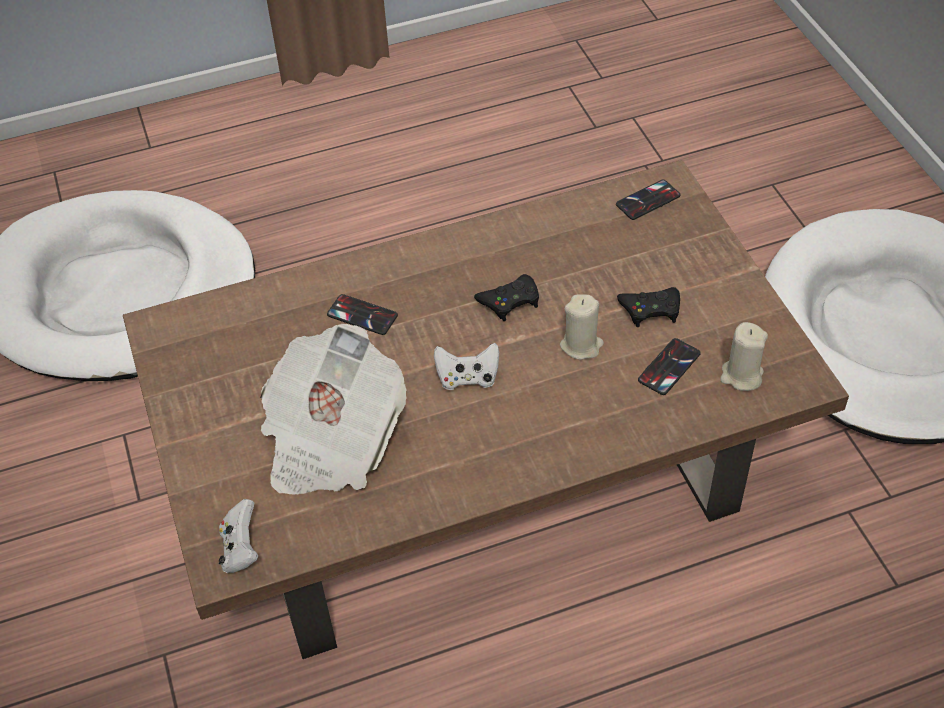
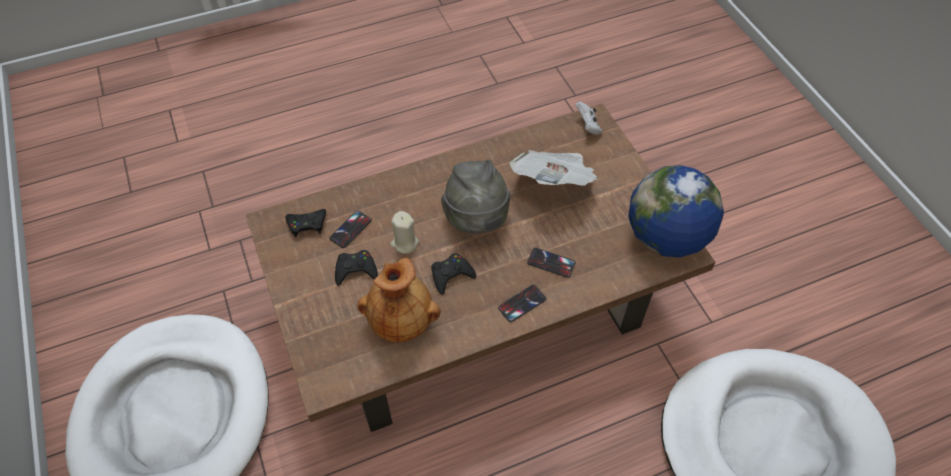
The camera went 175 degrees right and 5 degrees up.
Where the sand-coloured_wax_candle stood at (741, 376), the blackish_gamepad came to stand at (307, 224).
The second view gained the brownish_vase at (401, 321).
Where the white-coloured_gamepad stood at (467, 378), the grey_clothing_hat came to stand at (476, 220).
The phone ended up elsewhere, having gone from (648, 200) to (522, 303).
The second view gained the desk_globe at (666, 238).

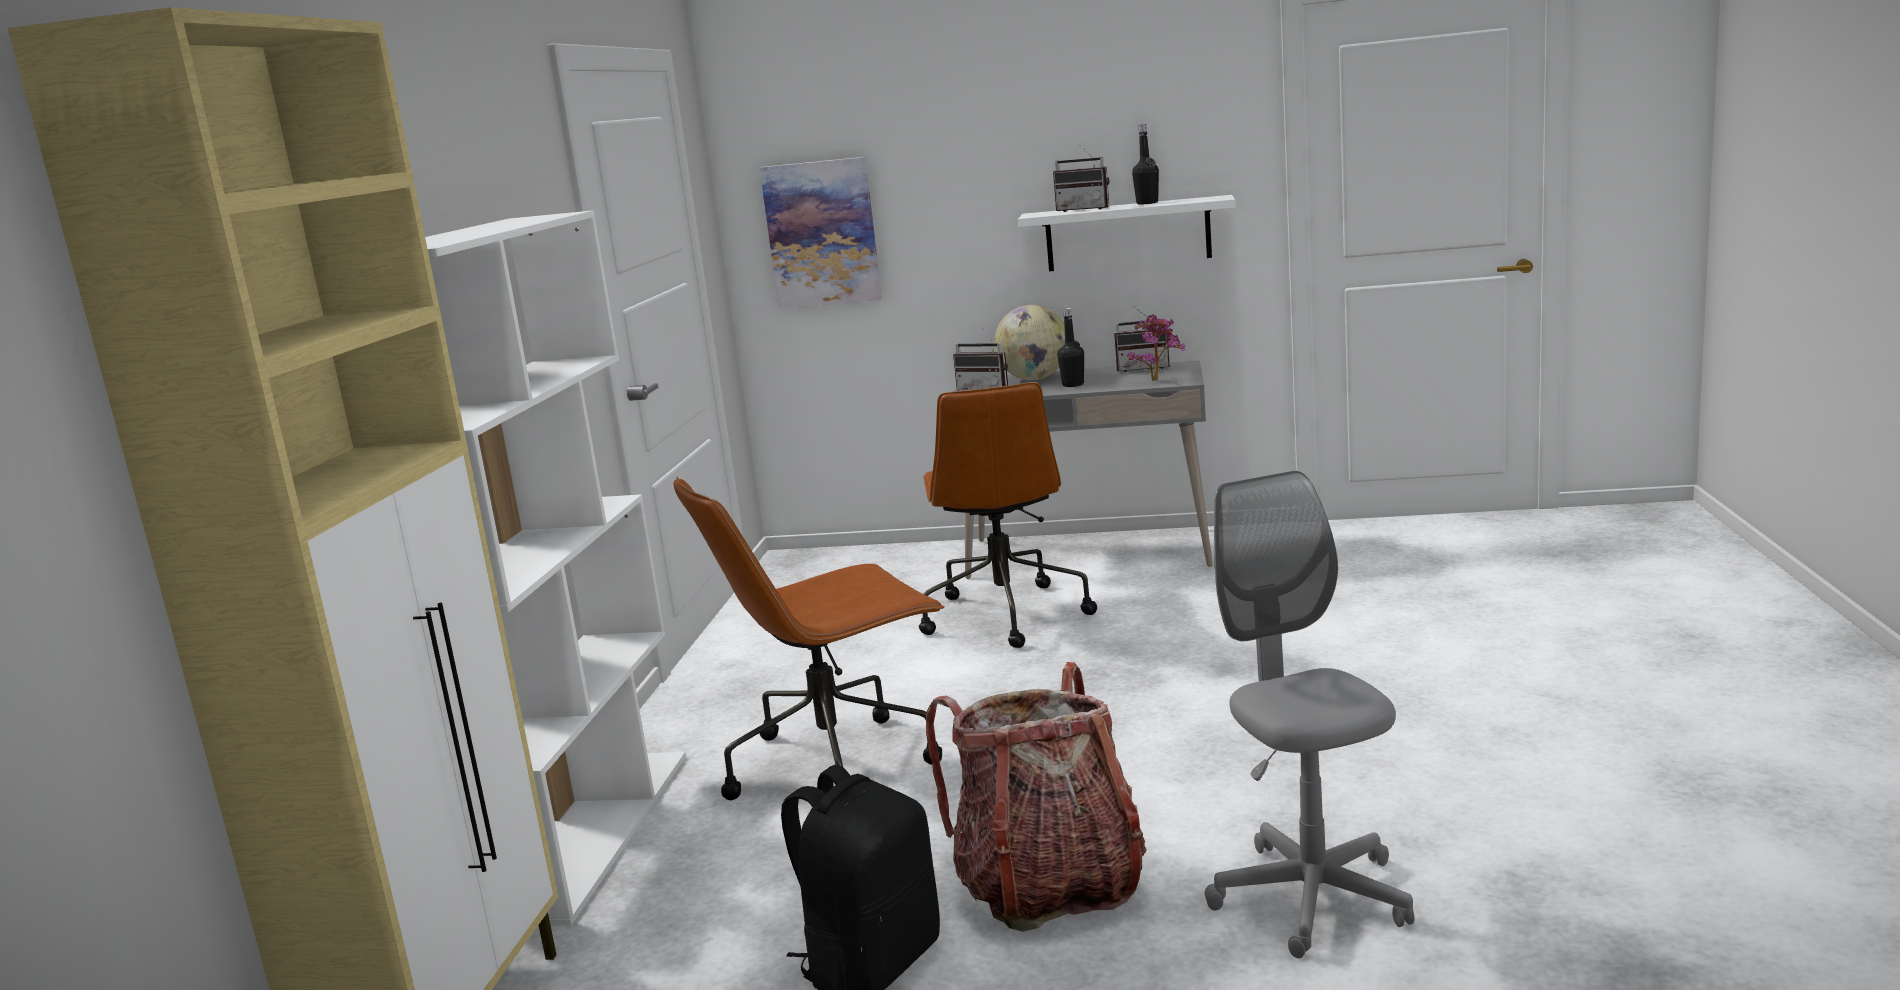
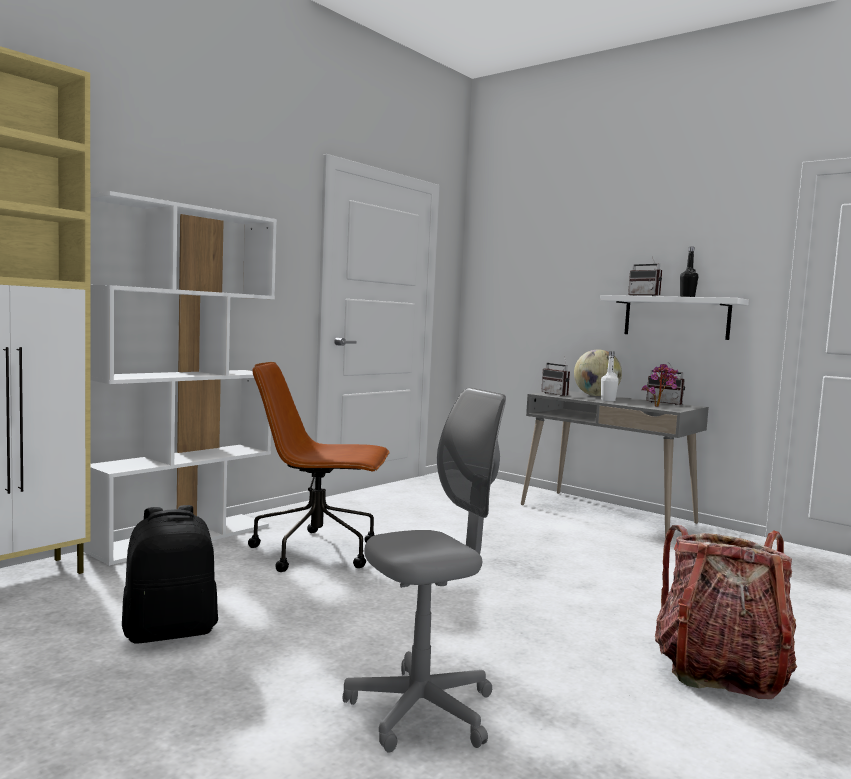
The camera went 30 degrees right and 10 degrees down.
The grey_desk_chair at (1311, 897) ended up facing another way, 45 degrees clockwise from before.
What was the blackish_beverage_bottle at (1073, 385) turned into the white-coloured_beverage_bottle at (608, 400).
The backpack ended up elsewhere, having gone from (1048, 885) to (719, 671).
The second view lost the picture at (822, 233).
The second view lost the brownish_desk_chair at (1004, 615).

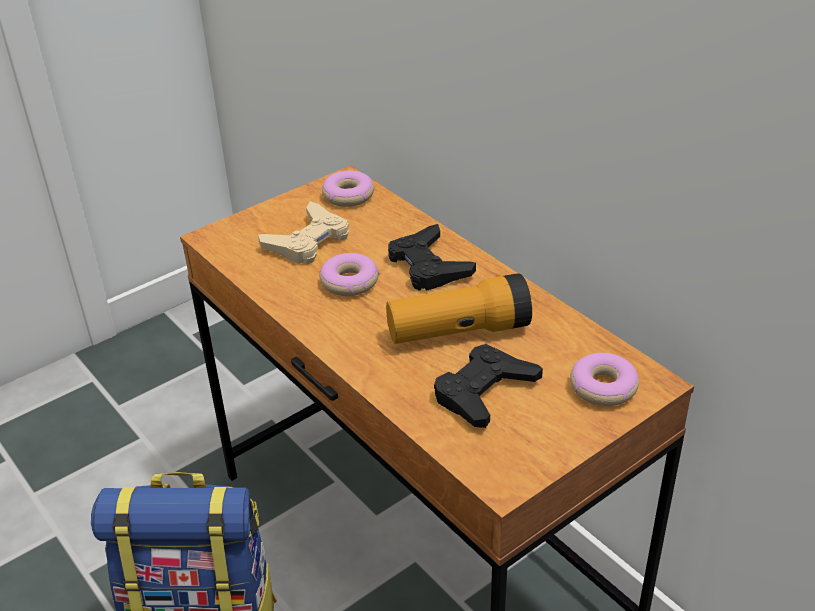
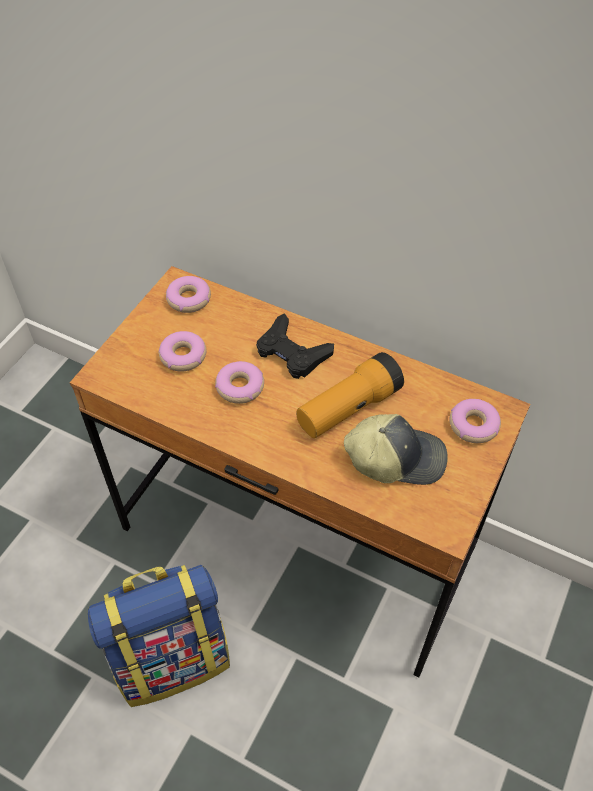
The camera went 25 degrees left and 15 degrees up.
Where the sand-coloured_gamepad stood at (308, 241), the ring_doughnut came to stand at (183, 356).
Where the blackish_gamepad stood at (484, 392), the baseball_cap came to stand at (395, 457).

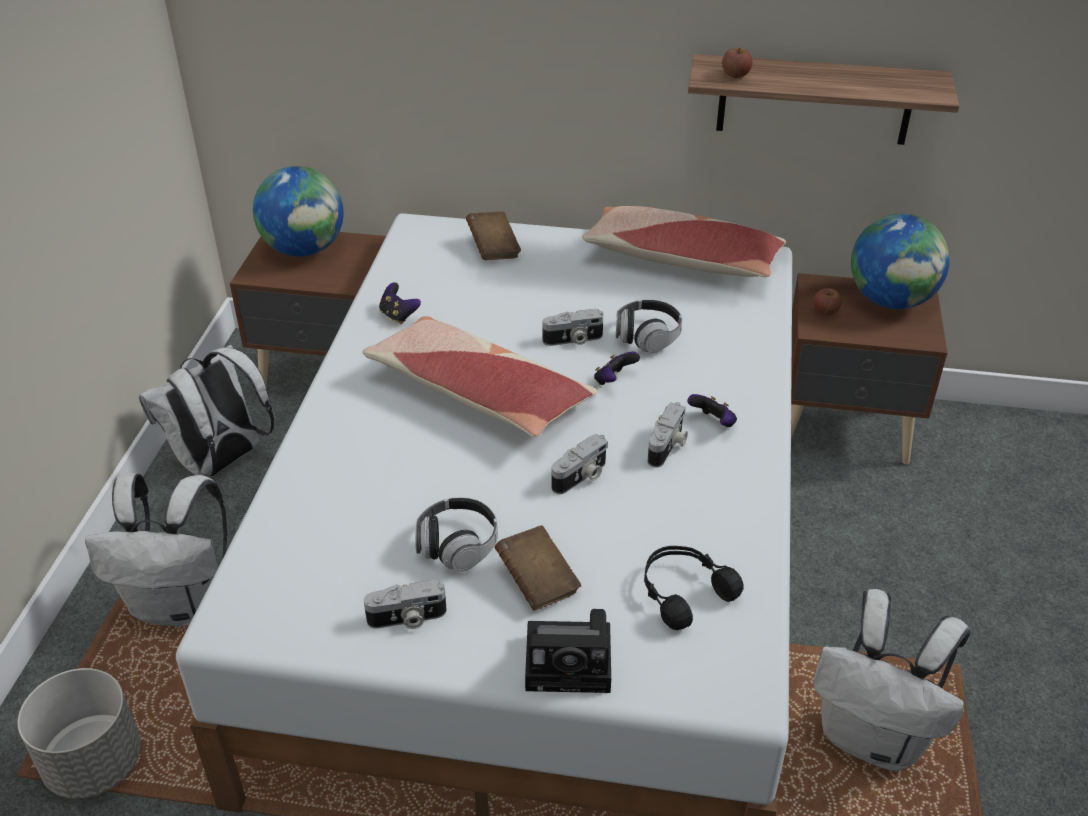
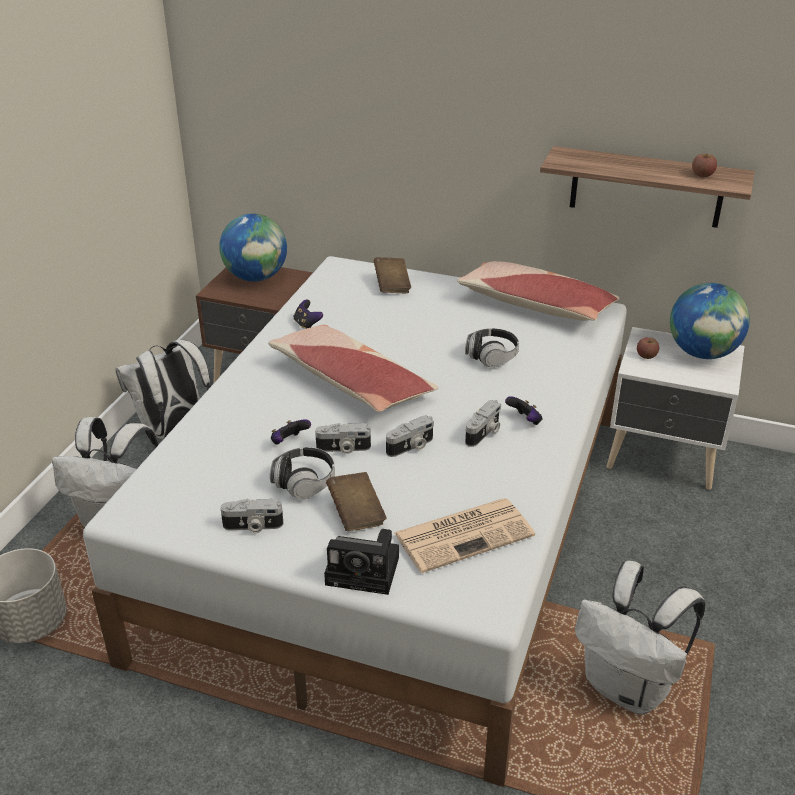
The camera went 10 degrees right and 5 degrees down.
The gamepad ended up elsewhere, having gone from (614, 380) to (289, 442).
The photo_camera ended up elsewhere, having gone from (573, 340) to (343, 449).
Where the blackish_headset stood at (683, 592), the daily_paper came to stand at (465, 534).
What was the brownish_night_table at (845, 430) turned into the white-coloured_night_table at (664, 459).
The whole_apple ended up elsewhere, having gone from (735, 74) to (702, 175).

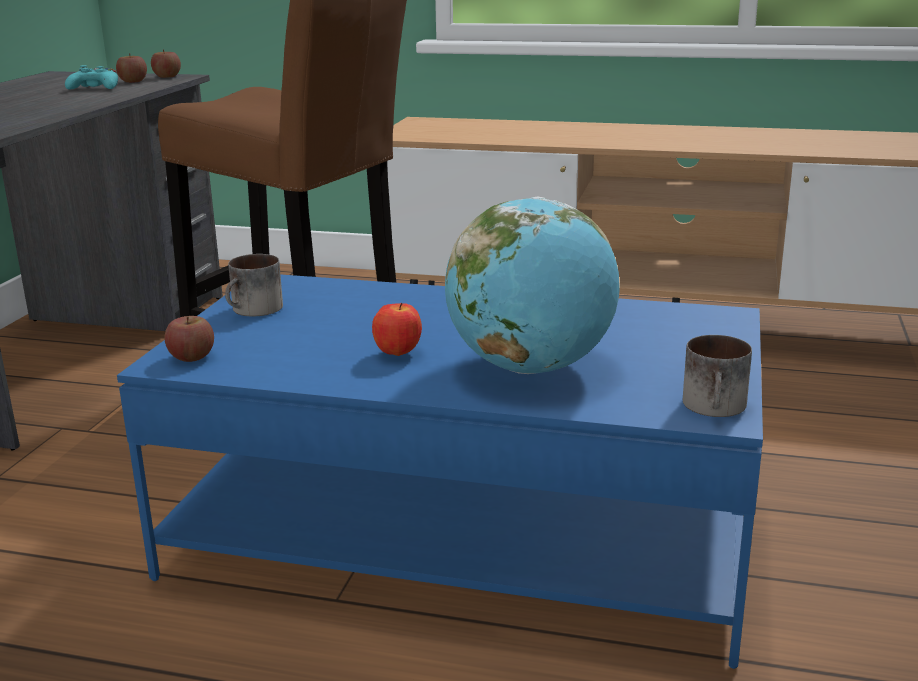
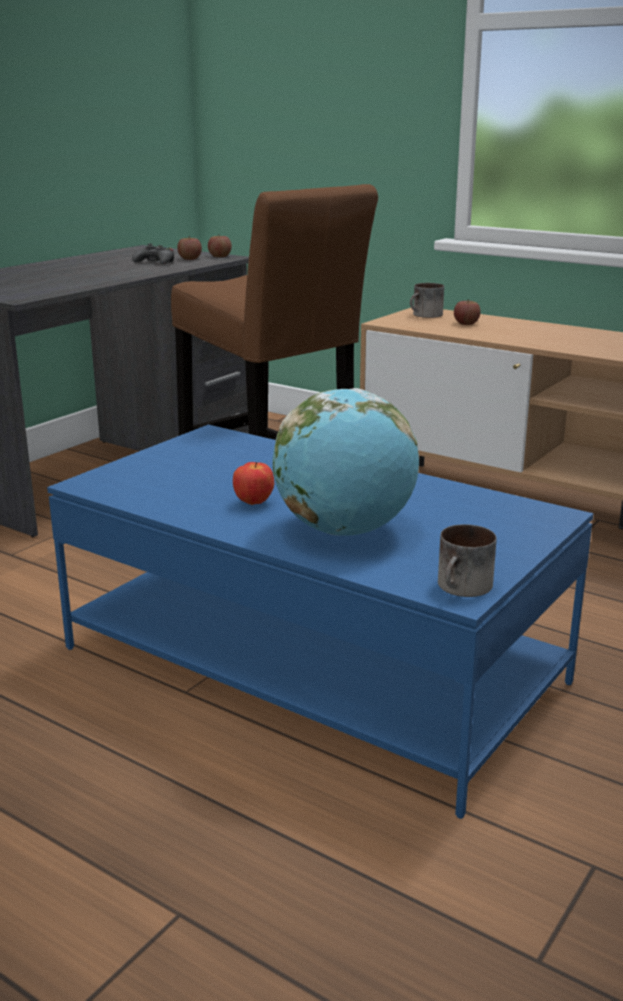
The camera went 20 degrees right and 0 degrees up.
What was the turquoise_gamepad at (95, 88) turned into the blackish_gamepad at (155, 262).
The tea_mug ended up elsewhere, having gone from (254, 310) to (425, 315).
The whole_apple ended up elsewhere, having gone from (191, 357) to (466, 323).

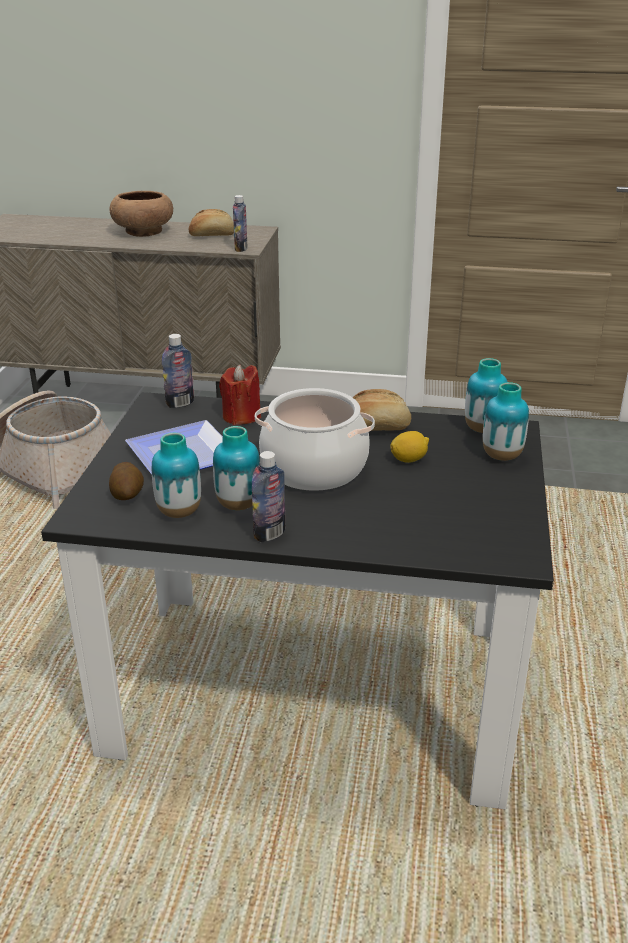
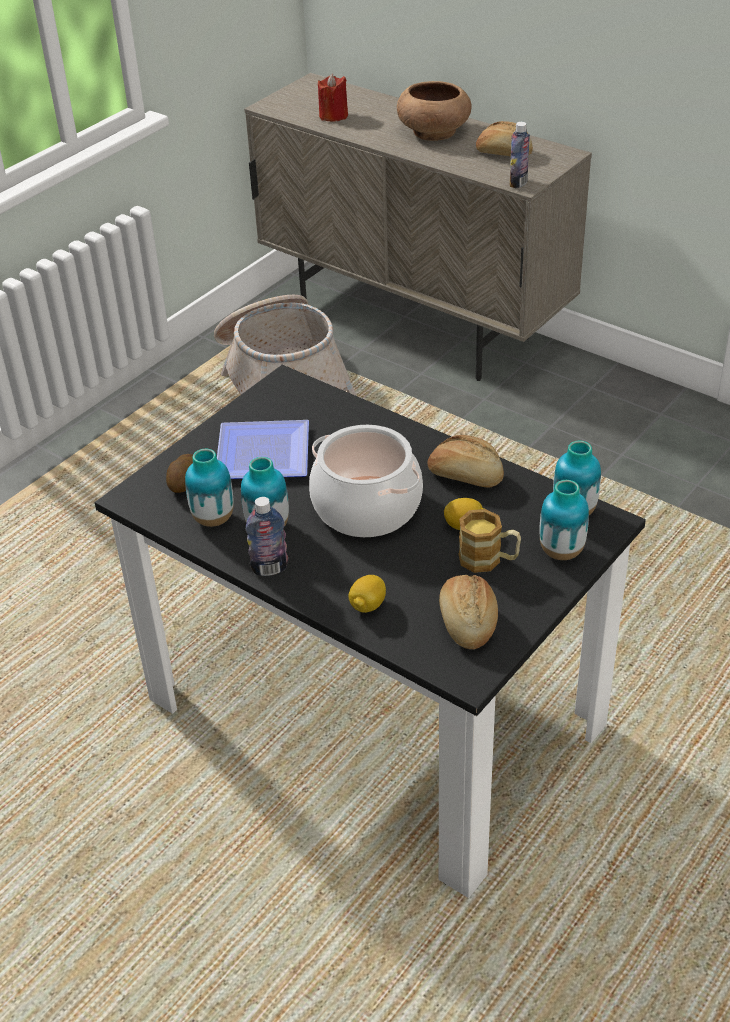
The camera went 30 degrees right and 10 degrees up.
The reddish_wax_candle ended up elsewhere, having gone from (241, 416) to (333, 116).
The second view gained the whole_lemon at (367, 605).
The second view gained the baked_bread at (468, 622).
The second view gained the tea_mug at (488, 560).
The second view lost the beverage_bottle at (180, 403).

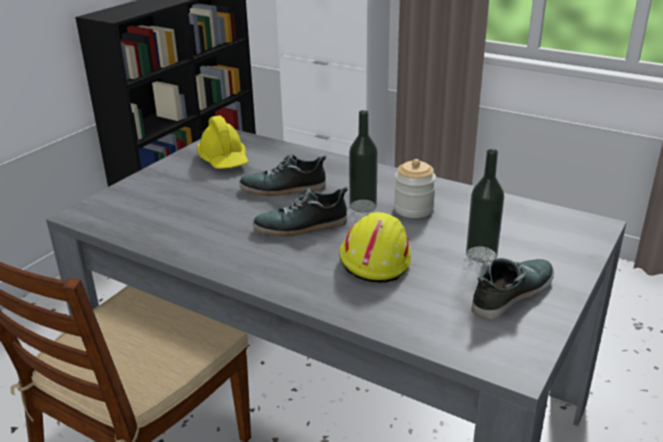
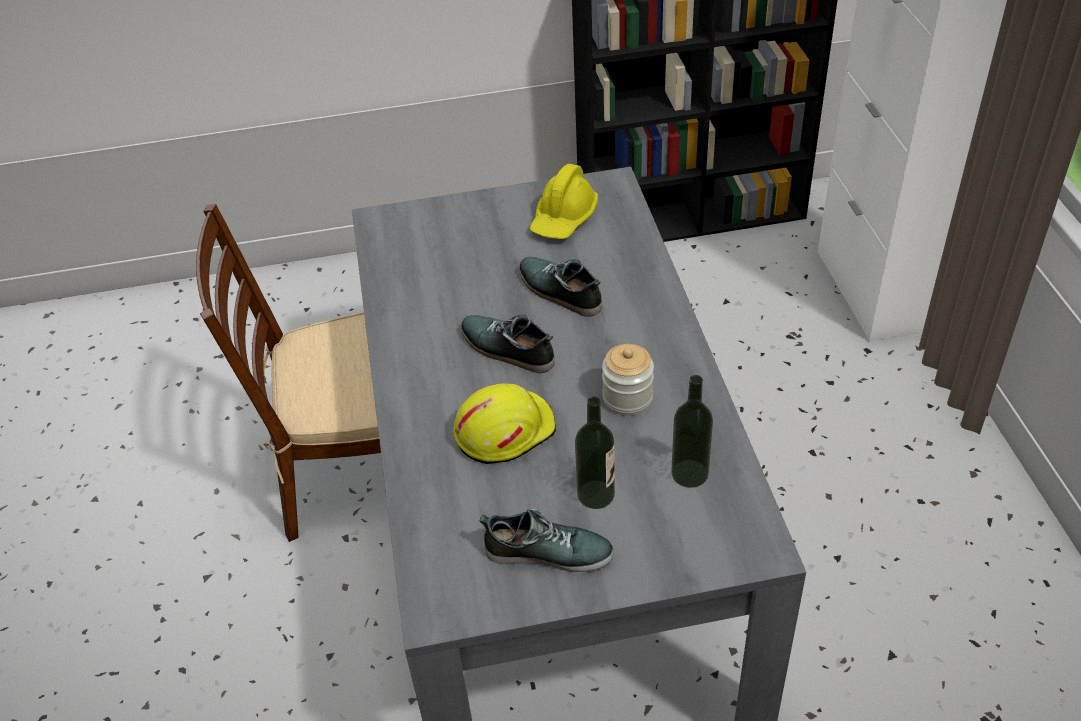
The camera went 50 degrees right and 15 degrees up.
The beverage_bottle ended up elsewhere, having gone from (363, 206) to (689, 473).

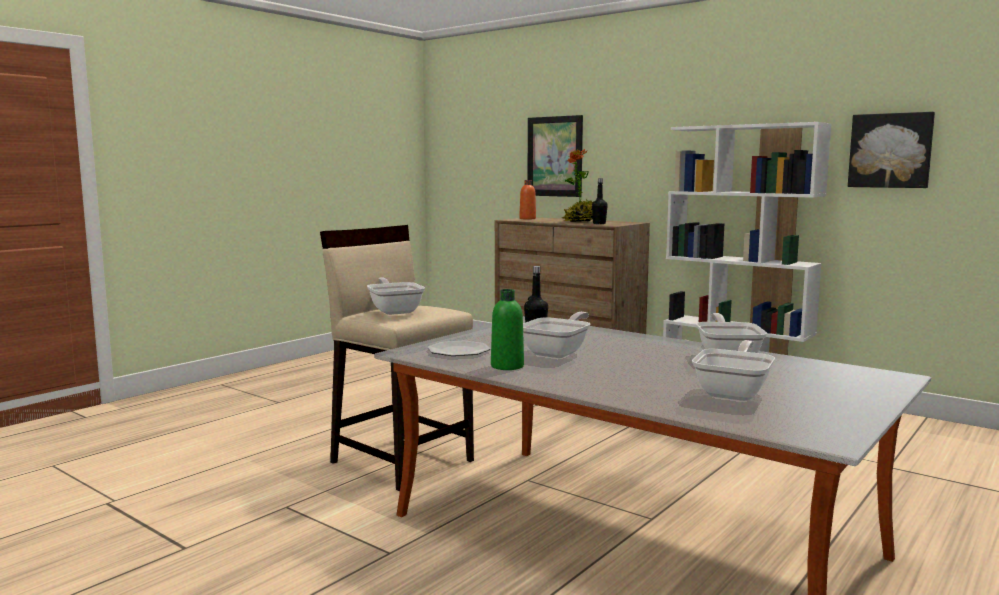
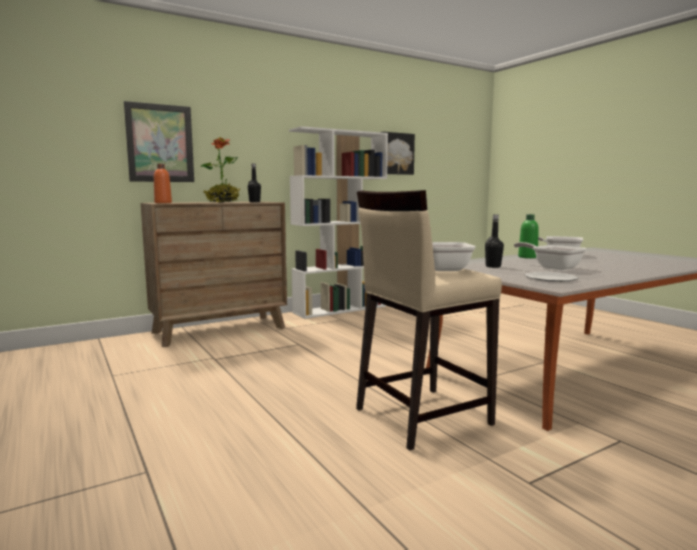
The camera went 70 degrees left and 0 degrees up.
The green_beverage_bottle ended up elsewhere, having gone from (507, 366) to (527, 257).
The second view lost the pan at (734, 392).

